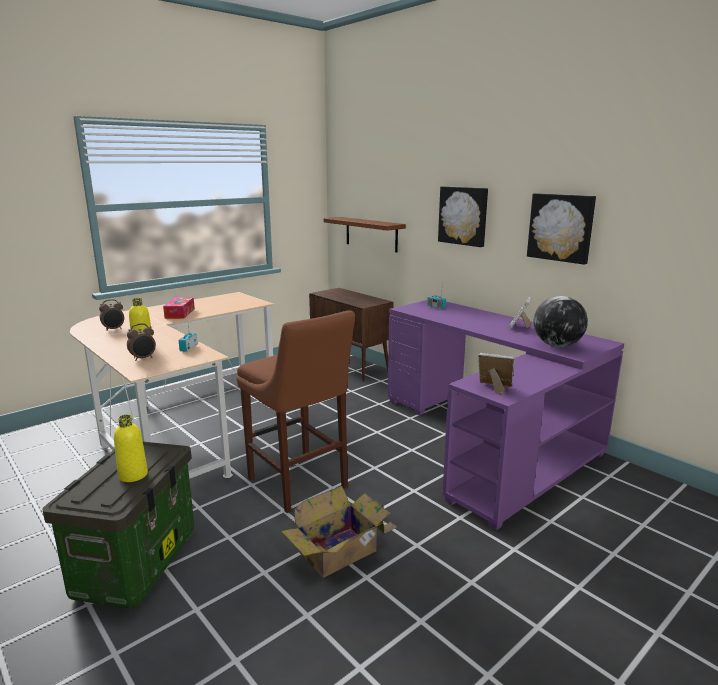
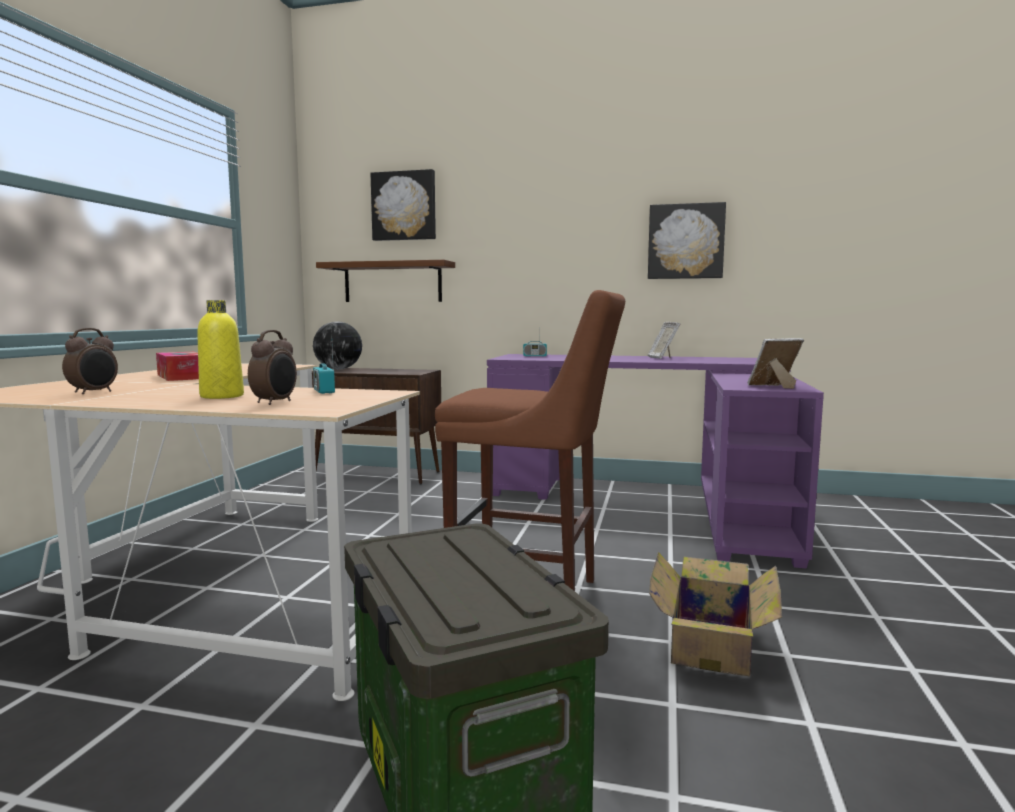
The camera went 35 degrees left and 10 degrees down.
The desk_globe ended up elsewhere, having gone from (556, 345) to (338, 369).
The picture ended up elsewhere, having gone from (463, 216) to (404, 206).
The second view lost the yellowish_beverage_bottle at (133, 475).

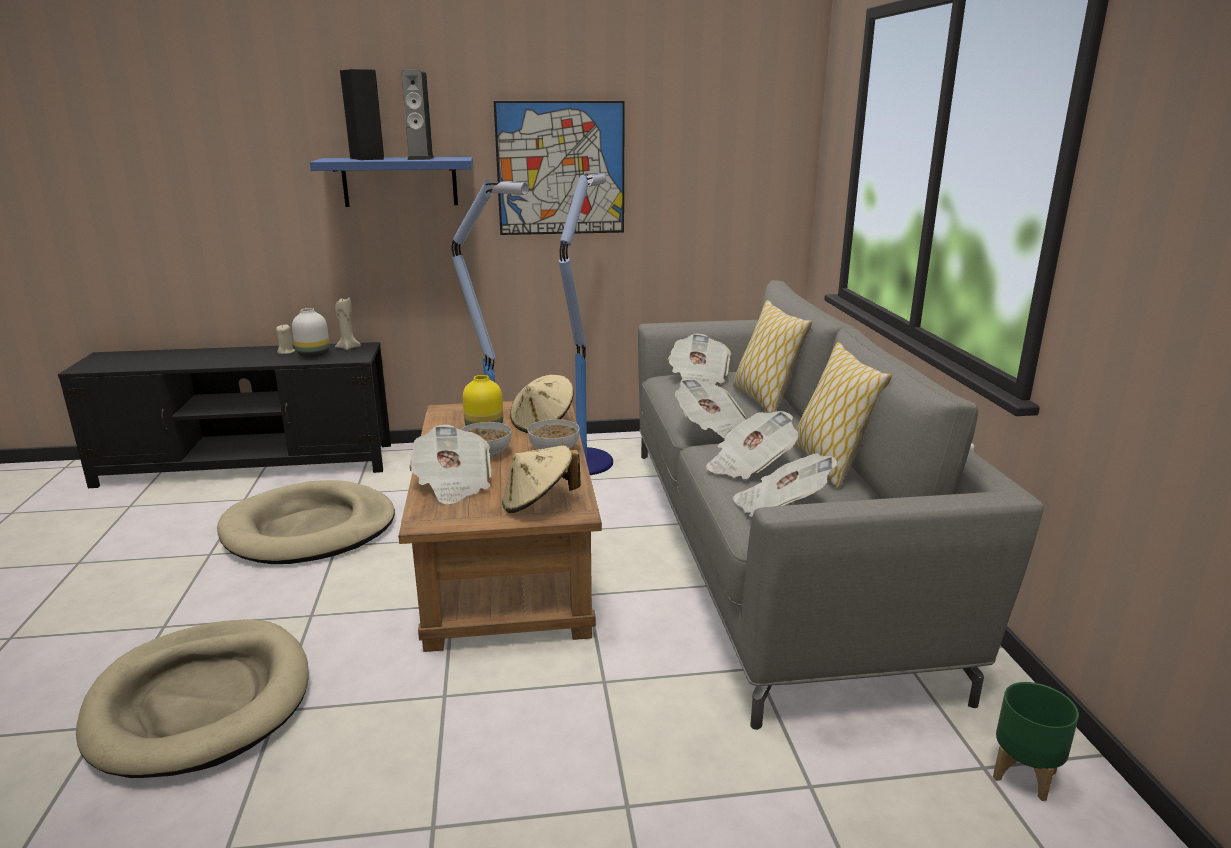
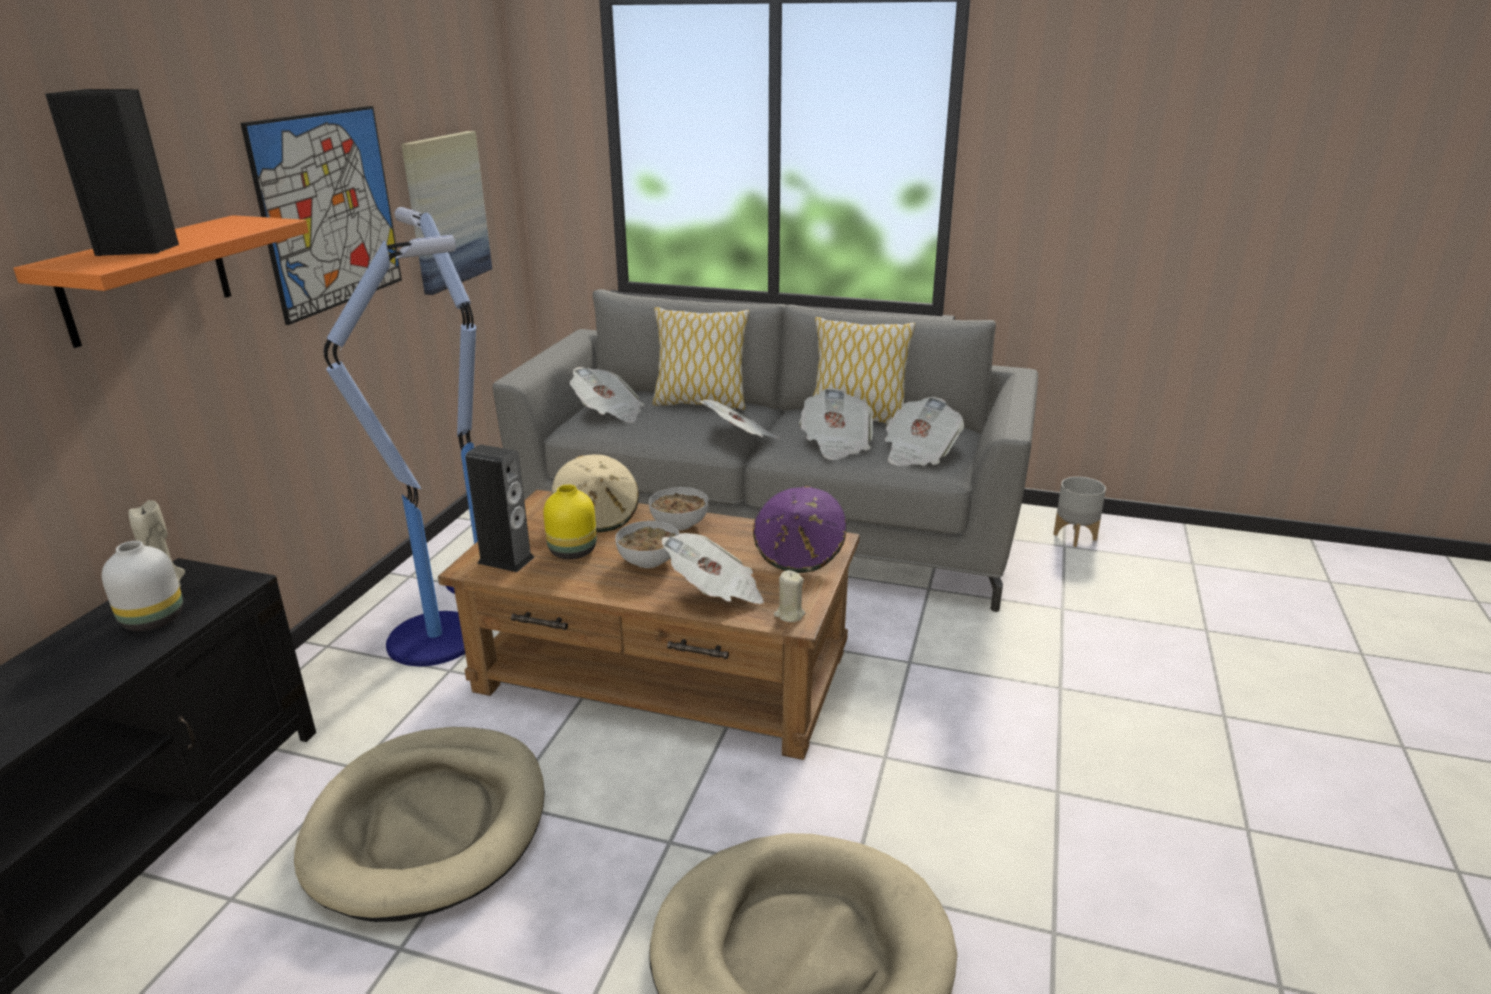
The camera went 65 degrees left and 5 degrees up.
What was the blue_bracket_shelf at (400, 181) turned into the orange-coloured_bracket_shelf at (146, 279).
The second view gained the picture at (446, 211).
The audio_speaker ended up elsewhere, having gone from (421, 158) to (506, 560).
What was the sand-coloured_clothing_hat at (538, 503) turned into the purplish_clothing_hat at (799, 554).
The sand-coloured_wax_candle ended up elsewhere, having gone from (286, 352) to (789, 614).
What was the green_flower_pot at (1025, 776) turned into the grey_flower_pot at (1075, 536).

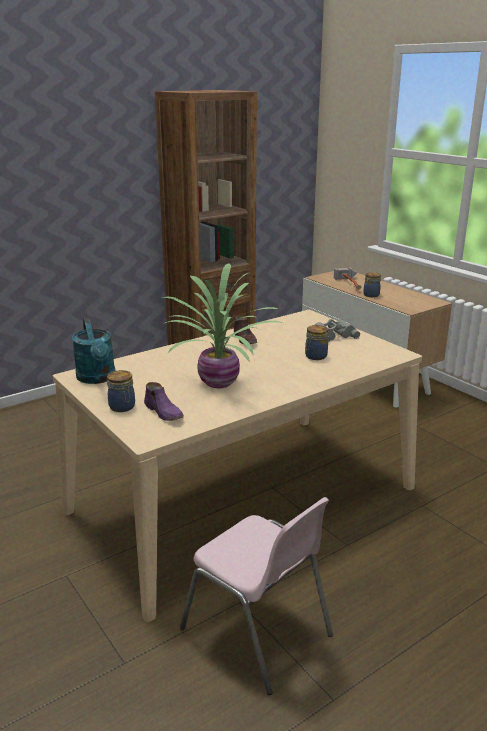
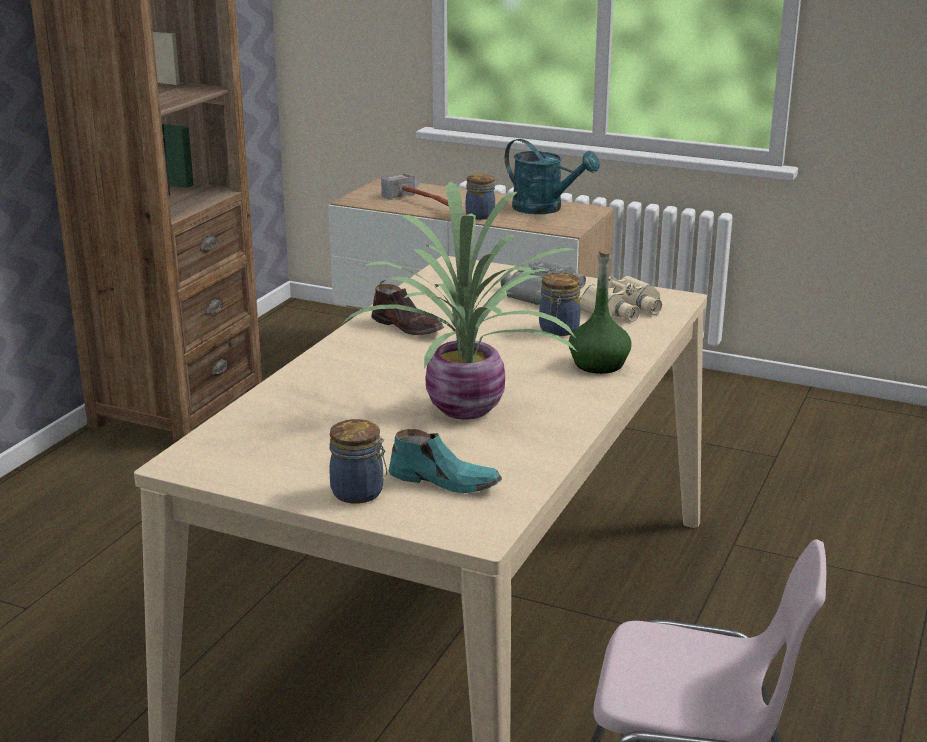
The camera went 30 degrees left and 0 degrees up.
What was the purplish_shoe at (164, 412) turned into the turquoise_shoe at (445, 481).
The turquoise_watering_pot ended up elsewhere, having gone from (97, 378) to (545, 209).
The second view gained the green_beverage_bottle at (599, 364).
The second view gained the sand-coloured_binoculars at (621, 309).

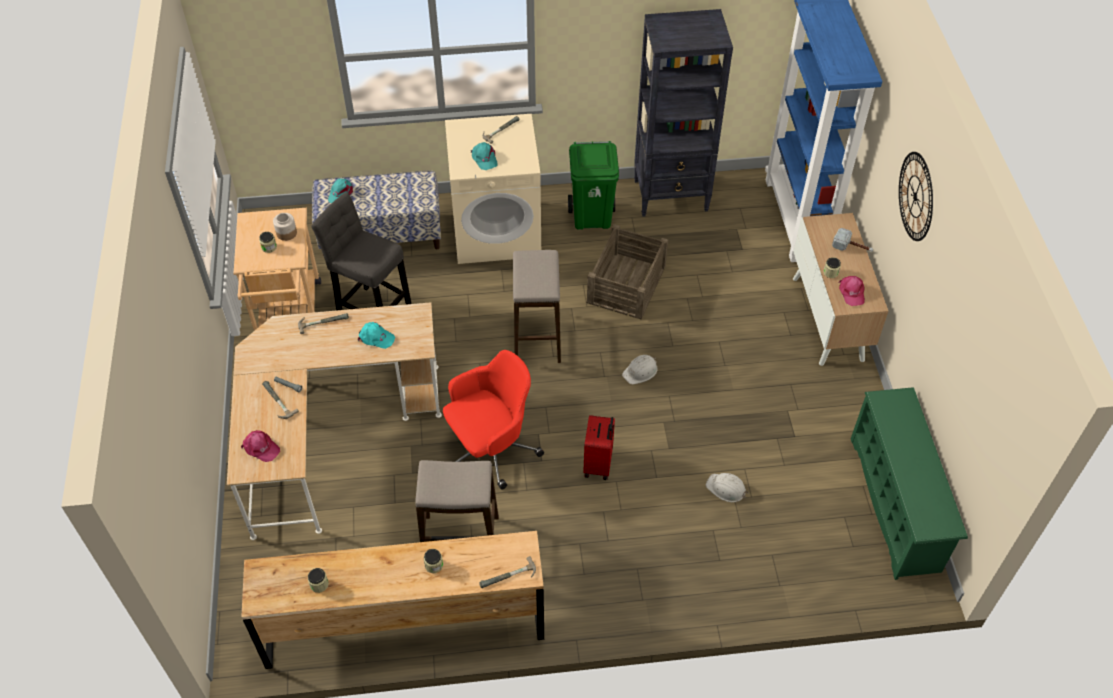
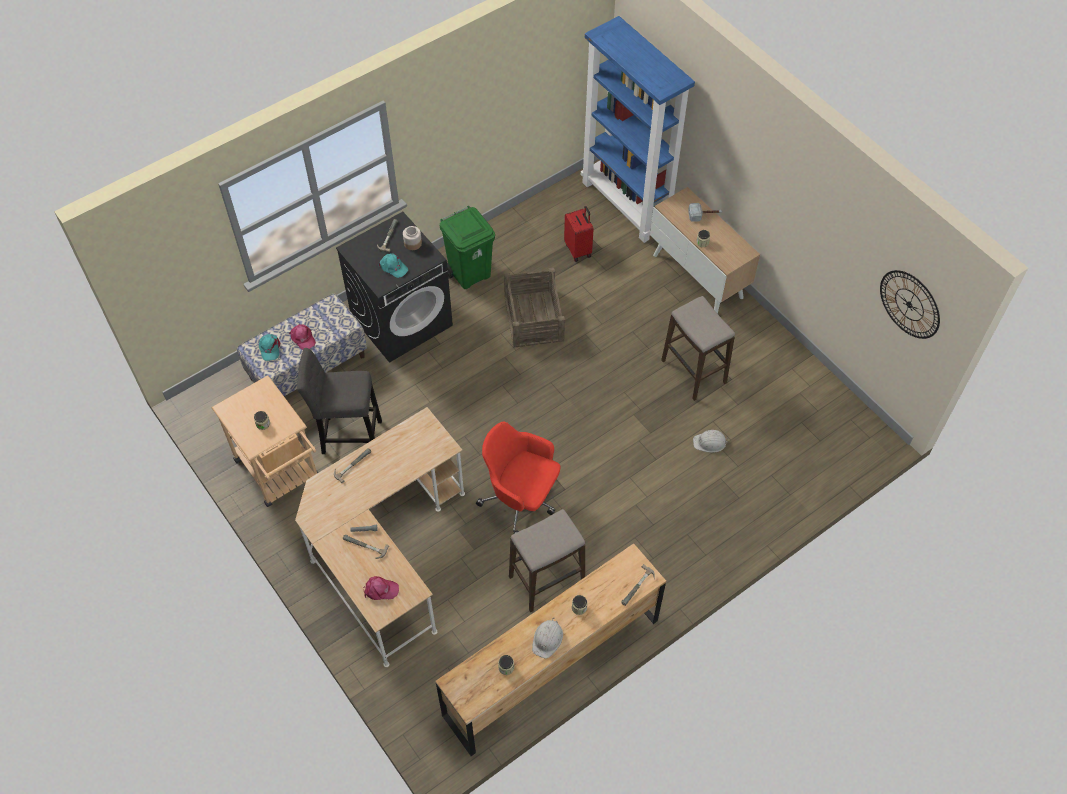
The camera went 30 degrees left and 5 degrees up.
The pink-coloured_baseball_cap ended up elsewhere, having gone from (851, 292) to (302, 338).
What was the sand-coloured_laundry_appliance at (497, 231) turned into the blackish_laundry_appliance at (402, 320).
The preserve_jar ended up elsewhere, having gone from (286, 233) to (412, 243).
The reddish_desk_chair at (491, 449) ended up facing another way, 90 degrees counterclockwise from before.
The white-coloured_work_helmet ended up elsewhere, having gone from (640, 371) to (547, 639).
The reddish_travel_case ended up elsewhere, having gone from (599, 464) to (578, 250).
The sitting_stool ended up elsewhere, having gone from (537, 337) to (693, 371).
The hanging_clock ended up elsewhere, having gone from (915, 196) to (909, 304).
The second view lost the turquoise_baseball_cap at (376, 338).
The second view lost the blackish_bookshelf at (671, 195).
The second view lost the green_shoe_stand at (896, 504).

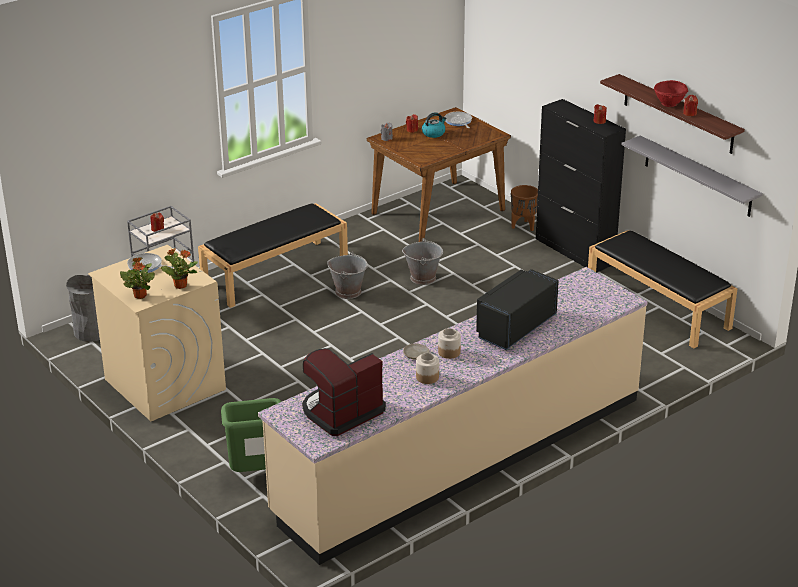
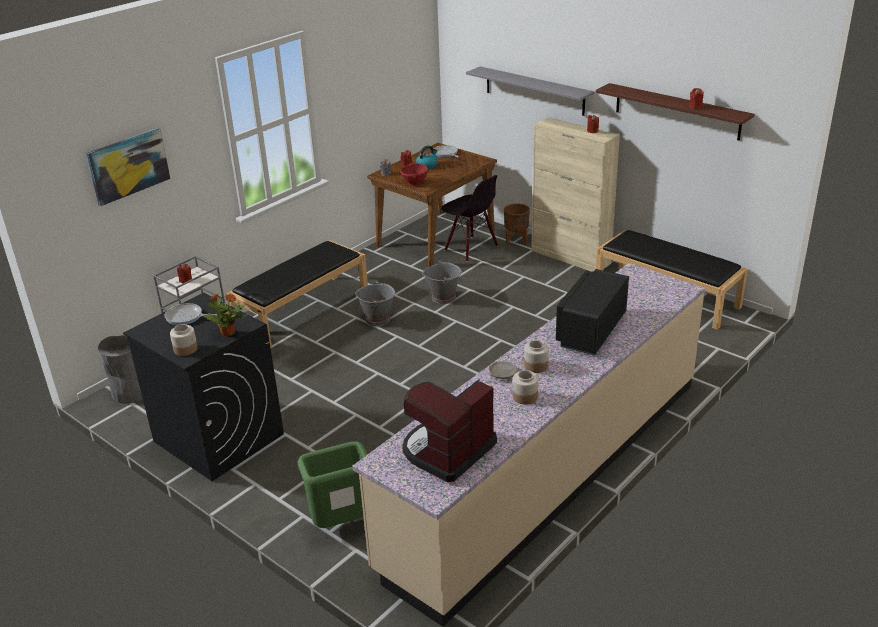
The camera went 10 degrees left and 0 degrees up.
The second view gained the picture at (128, 166).
What was the sand-coloured_laundry_appliance at (164, 384) turned into the blackish_laundry_appliance at (217, 437).
Where the houseplant stood at (140, 295), the preserve_jar came to stand at (186, 349).
The reddish_deep_dish ended up elsewhere, having gone from (669, 104) to (415, 183).
The second view gained the blackish_plain_chair at (471, 249).
The grey_bracket_shelf ended up elsewhere, having gone from (697, 176) to (534, 91).
What was the blackish_cupboard at (575, 251) turned into the sand-coloured_cupboard at (570, 257).

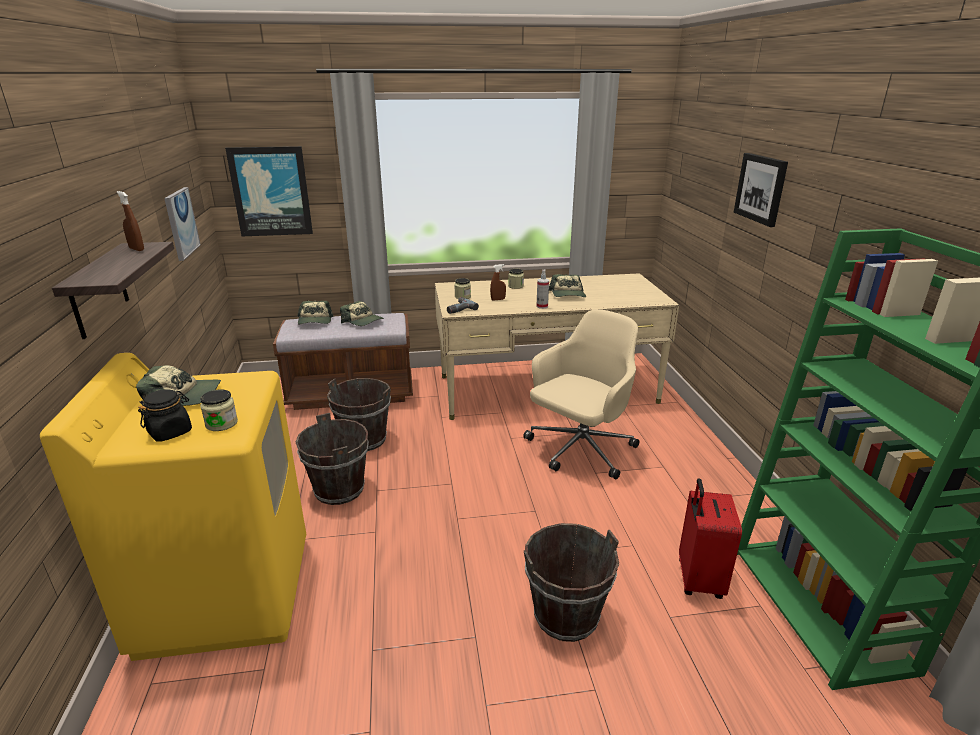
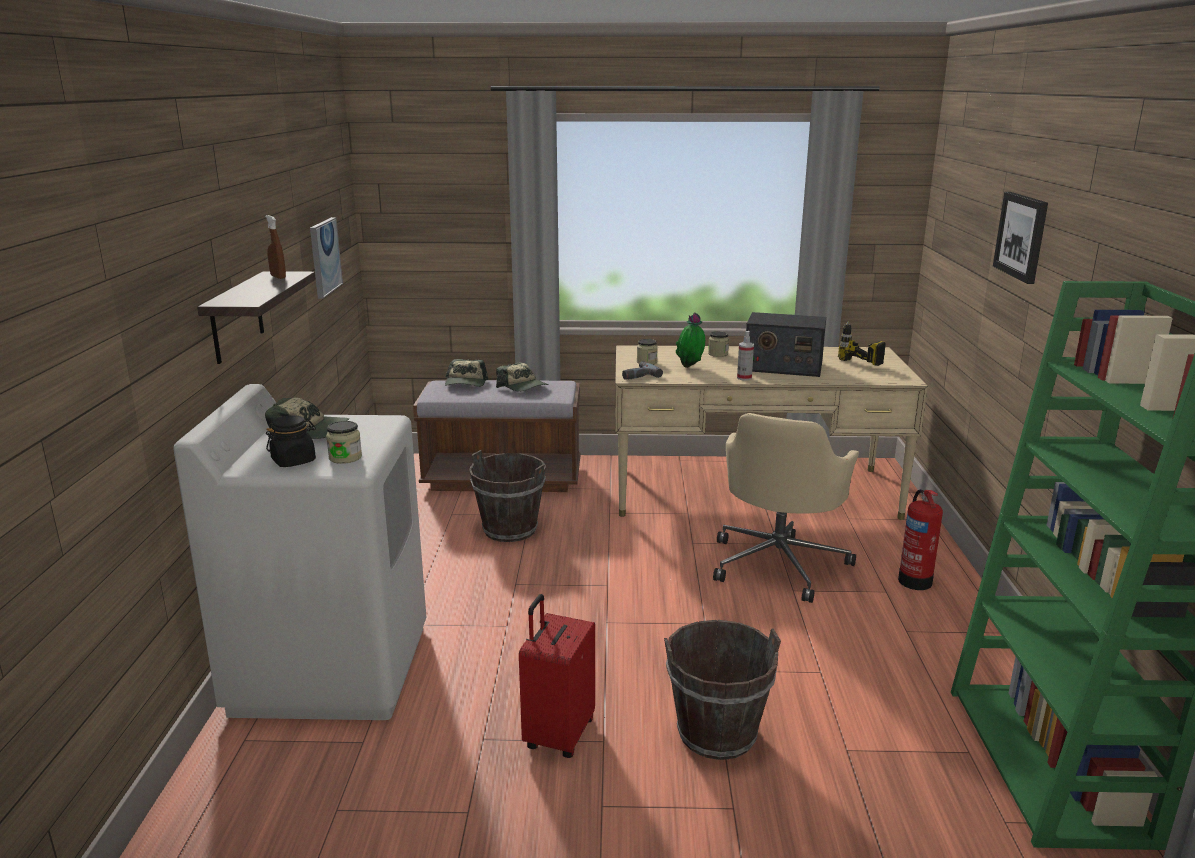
The camera went 10 degrees right and 5 degrees down.
What was the yellowish_laundry_appliance at (226, 593) turned into the white-coloured_laundry_appliance at (331, 668).
The reddish_travel_case ended up elsewhere, having gone from (698, 580) to (557, 734).
Where the brownish_sprayer stood at (498, 299), the houseplant came to stand at (690, 367).
The sand-coloured_desk_chair at (579, 450) ended up facing another way, 150 degrees clockwise from before.
Where the baseball_cap stood at (568, 294), the radio_set came to stand at (782, 367).
The second view gained the power_drill at (851, 366).
The second view gained the extinguisher at (914, 580).
The second view lost the picture at (271, 191).
The second view lost the brownish_water_bucket at (339, 490).

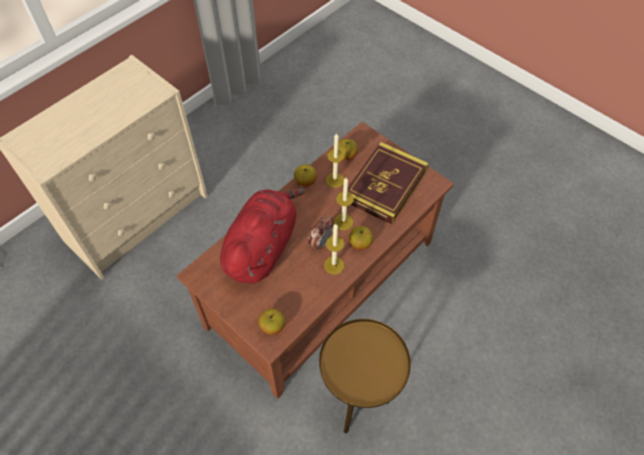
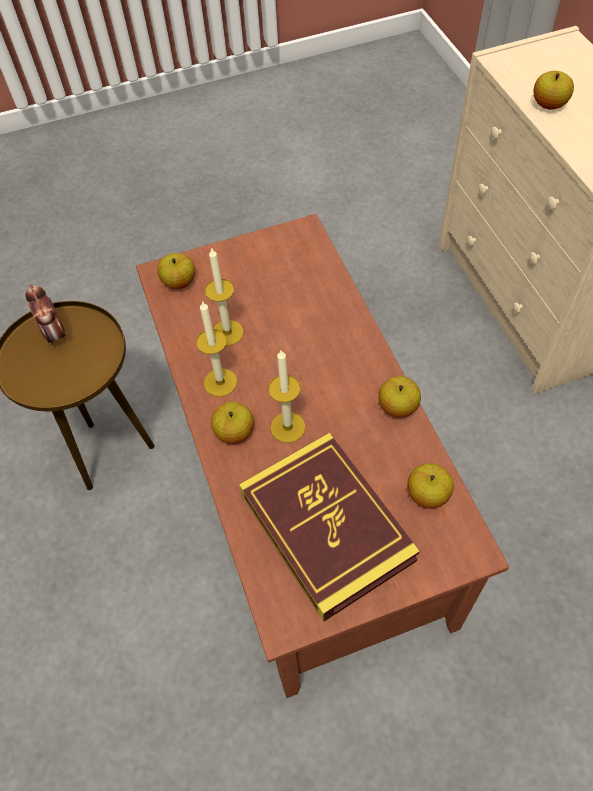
The camera went 120 degrees right and 0 degrees up.
The table_clock ended up elsewhere, having gone from (320, 243) to (55, 334).
The wax_candle ended up elsewhere, having gone from (335, 180) to (227, 333).
The second view gained the whole_apple at (548, 105).
The second view lost the reddish_soft_toy at (262, 247).

